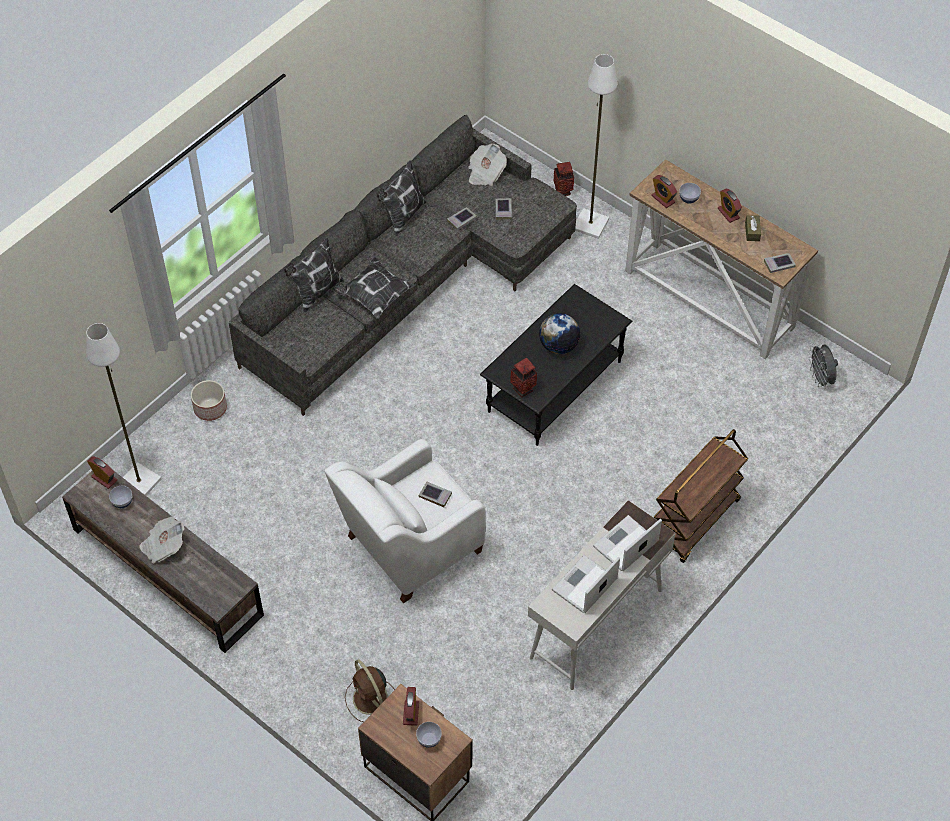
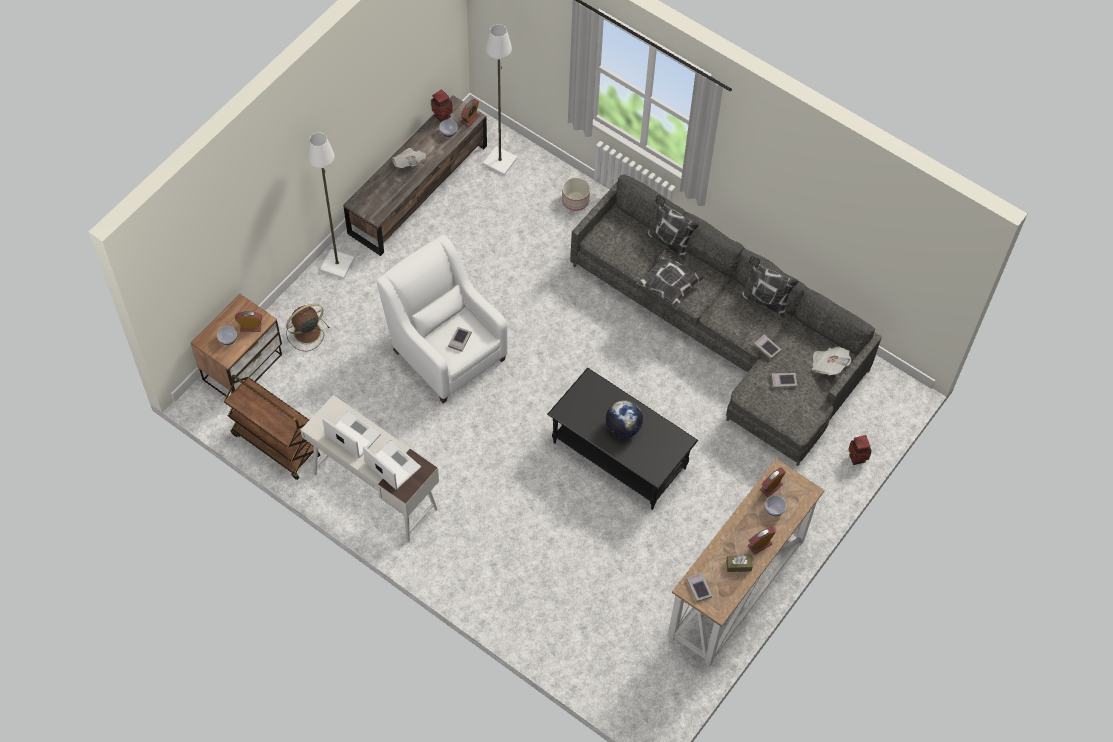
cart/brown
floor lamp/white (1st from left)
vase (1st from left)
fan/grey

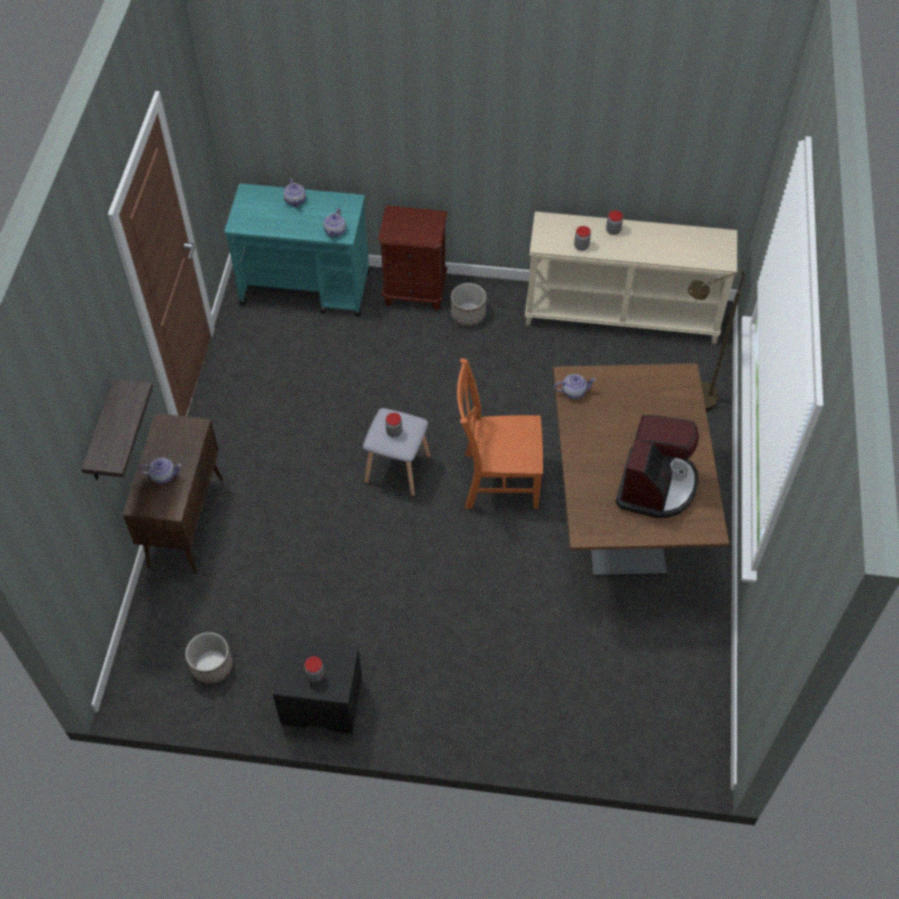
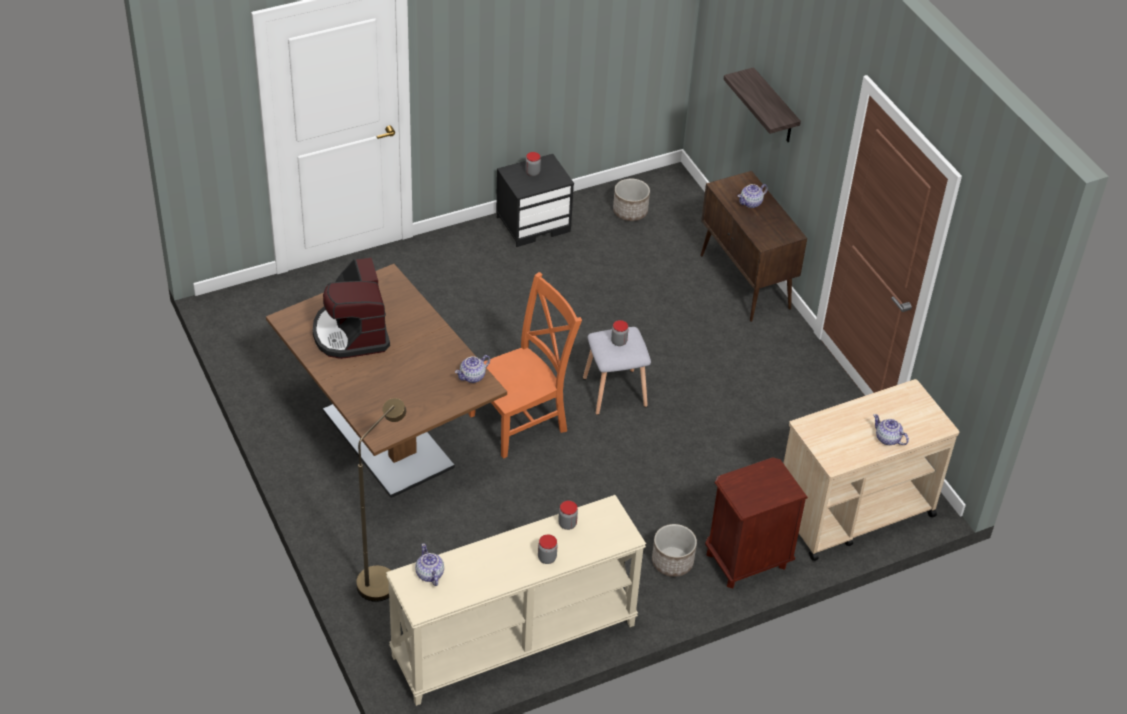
teapot (1st from left)
cart/beige

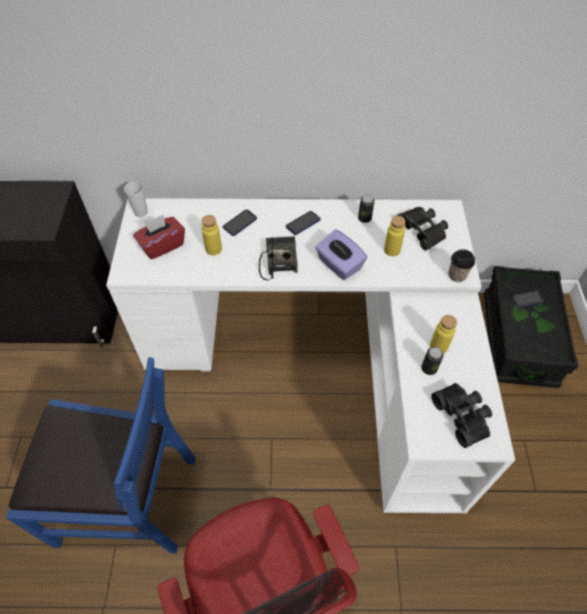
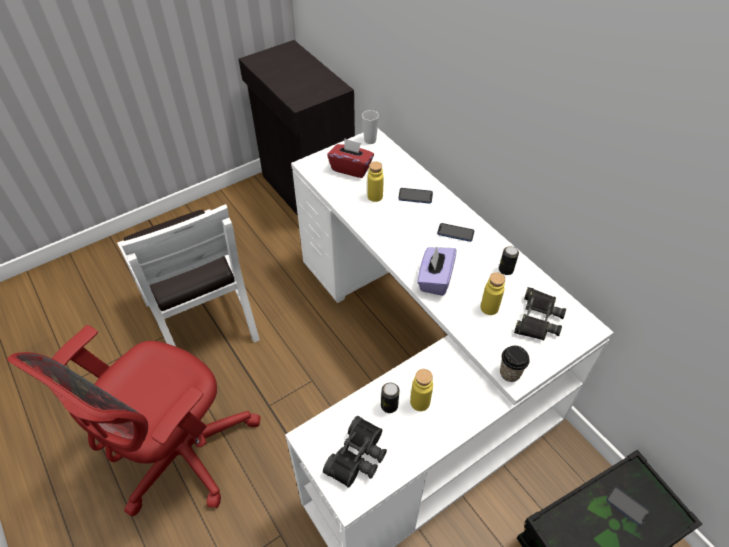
chair/white
radio

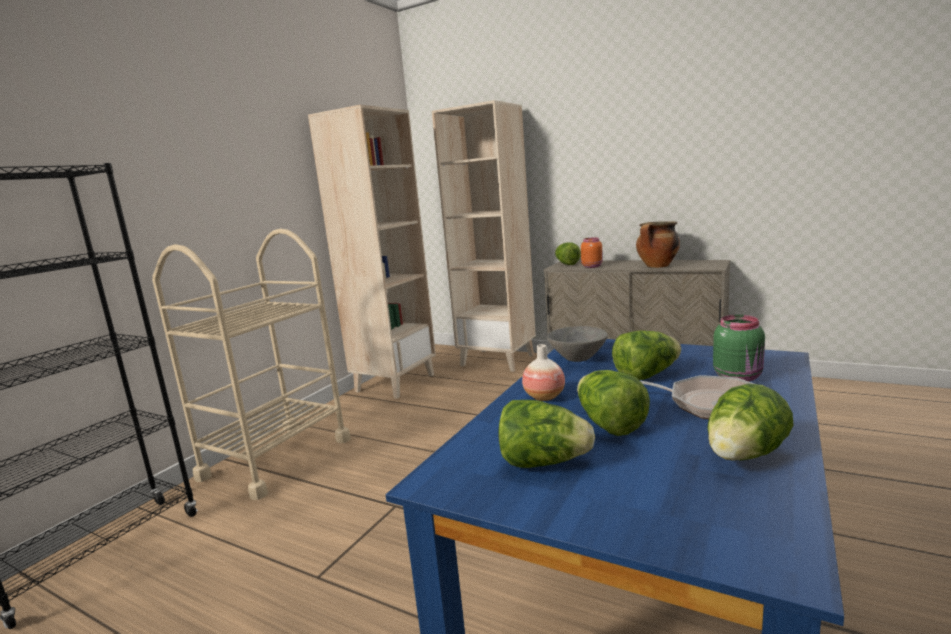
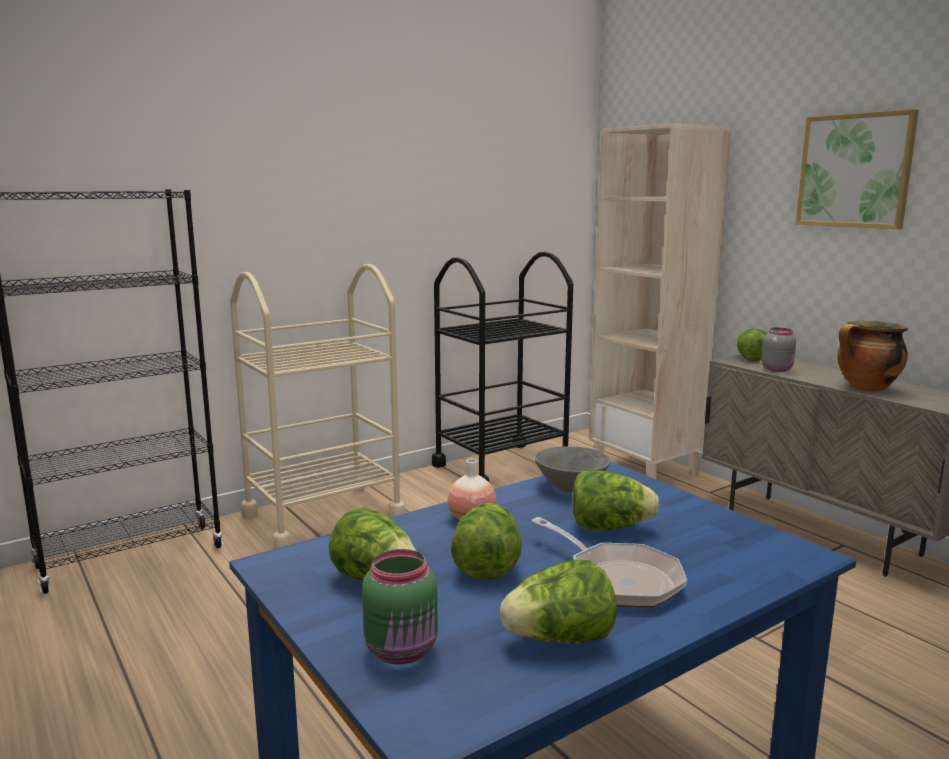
jar/green
cart/black
jar/grey
picture

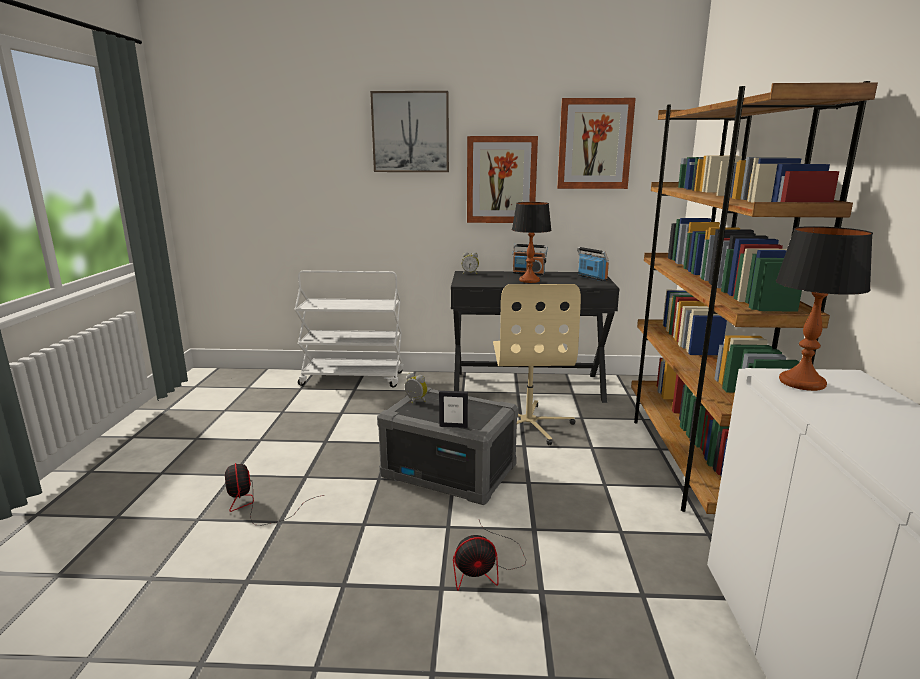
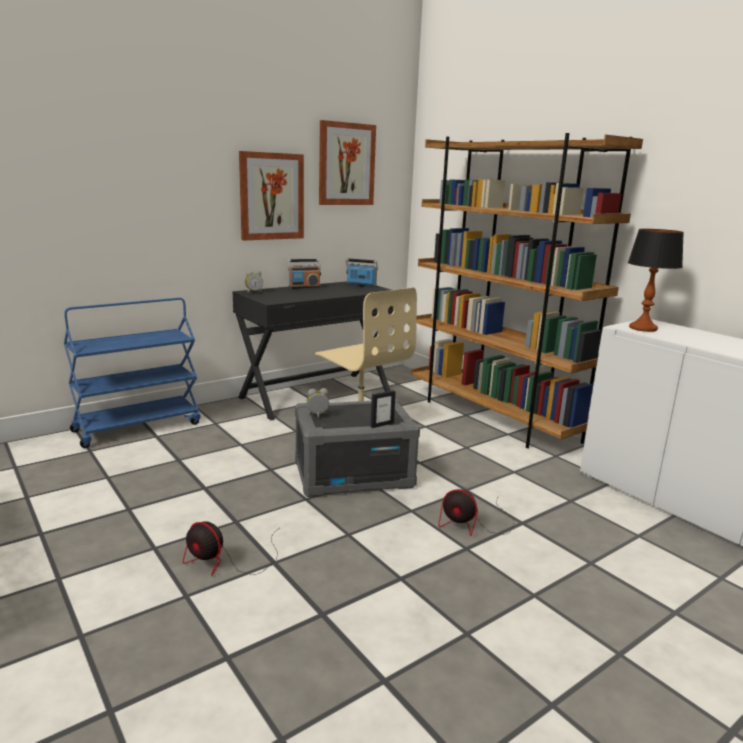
cart/blue
fan (2nd from left)
picture (1st from left in the first image)
table lamp (1st from left in the first image)

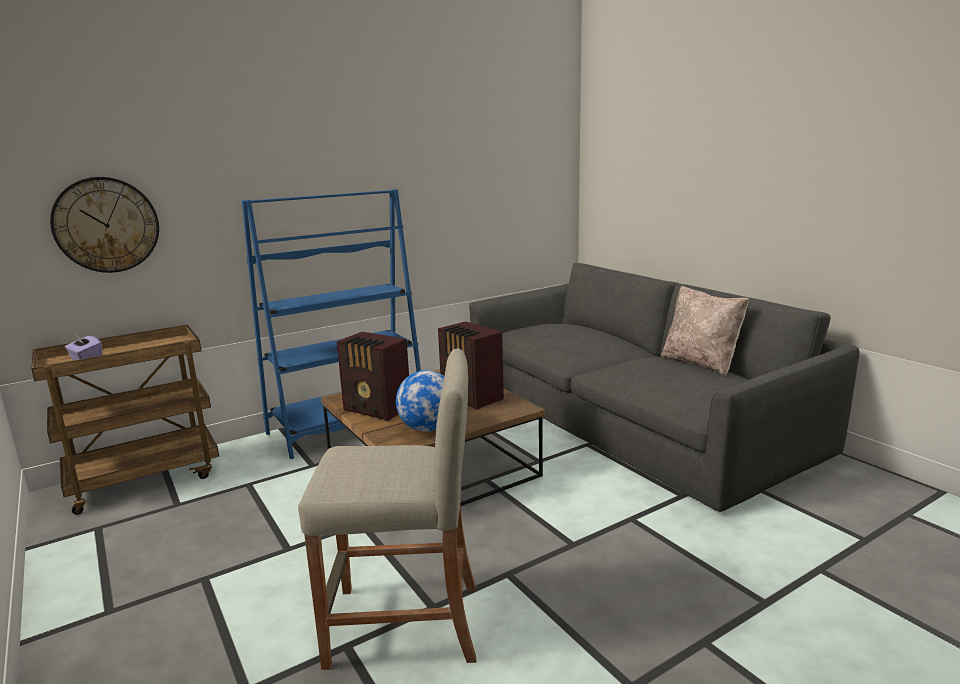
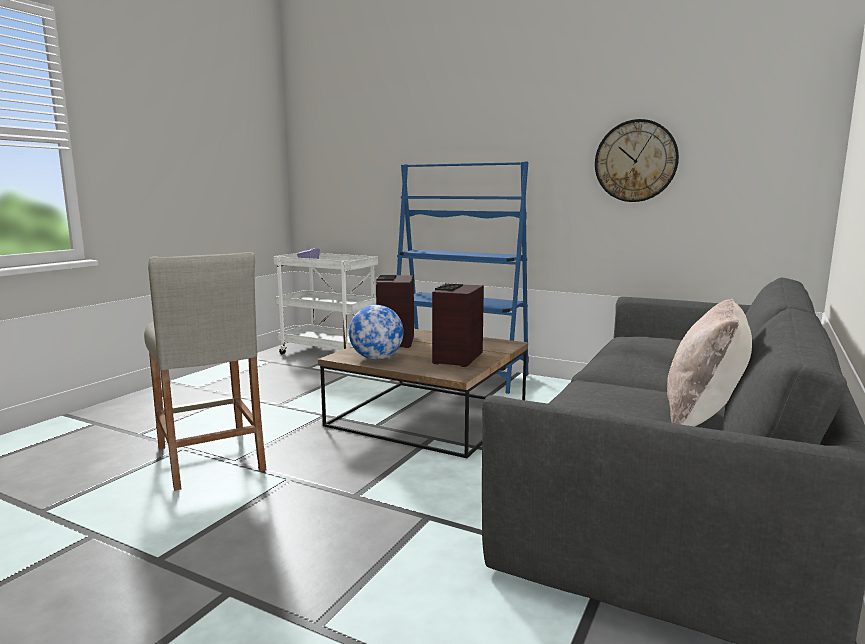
cart/white
wall clock

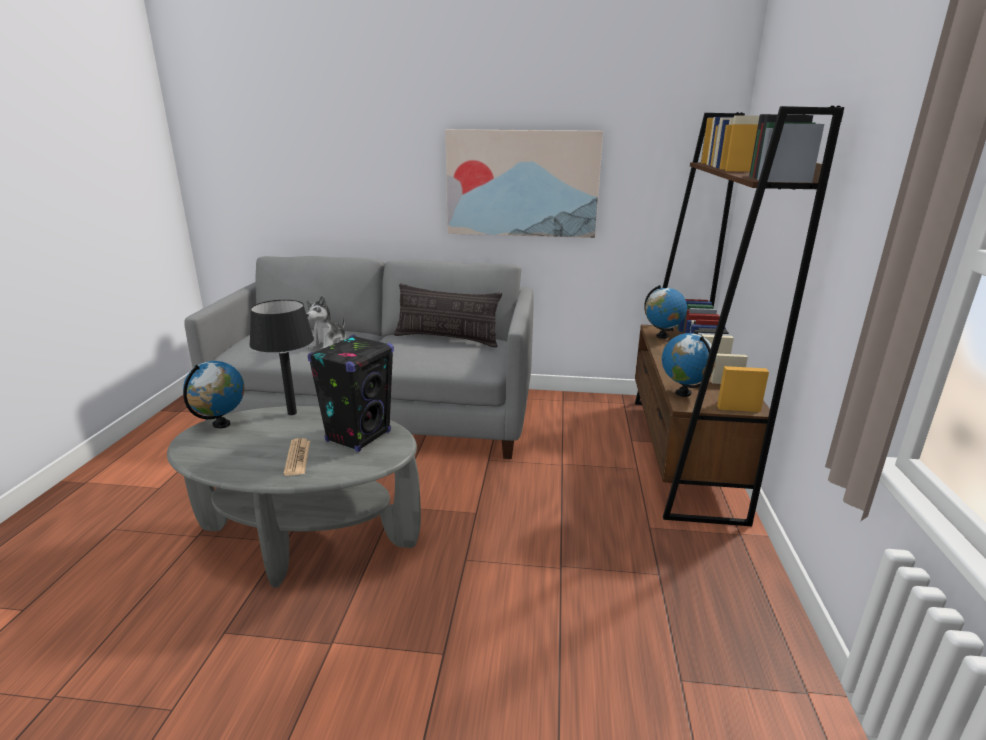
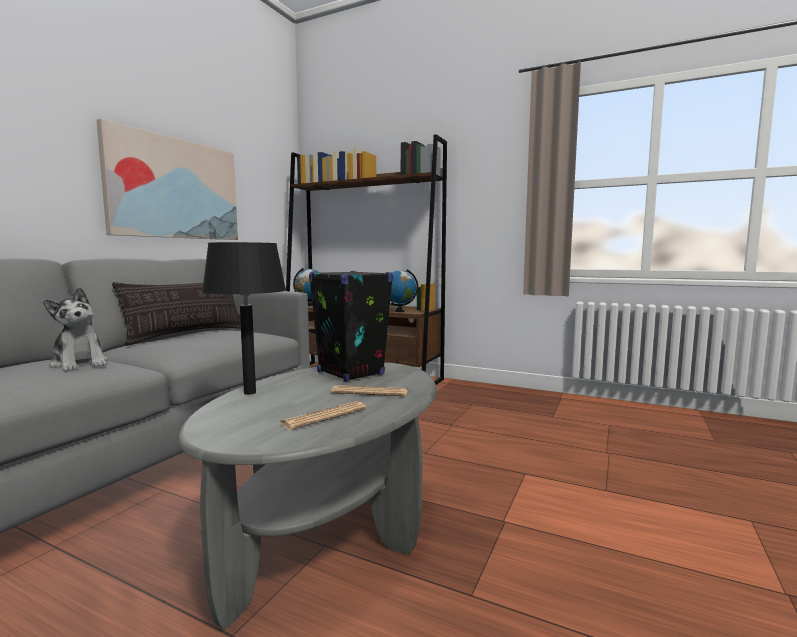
newspaper (1st from left)
globe (1st from left in the first image)

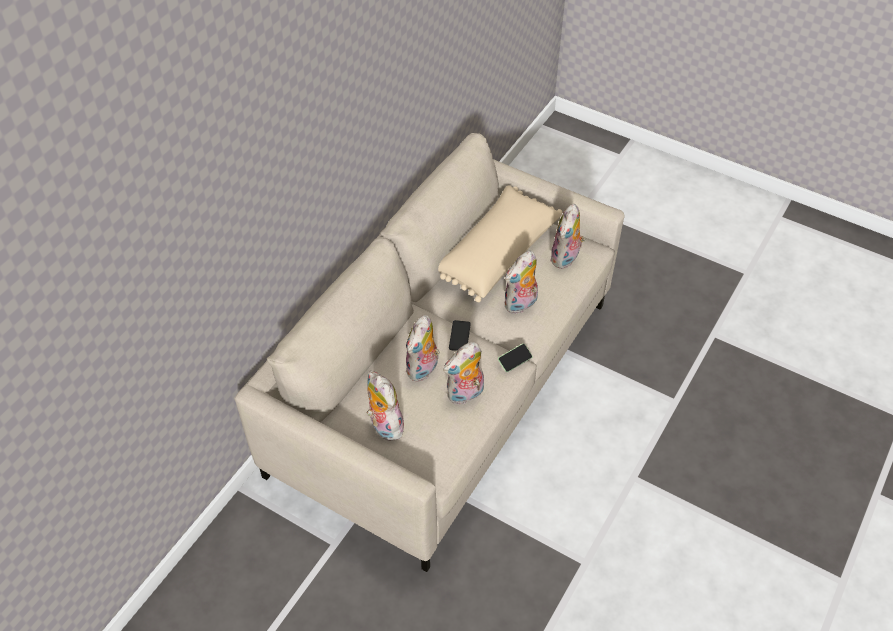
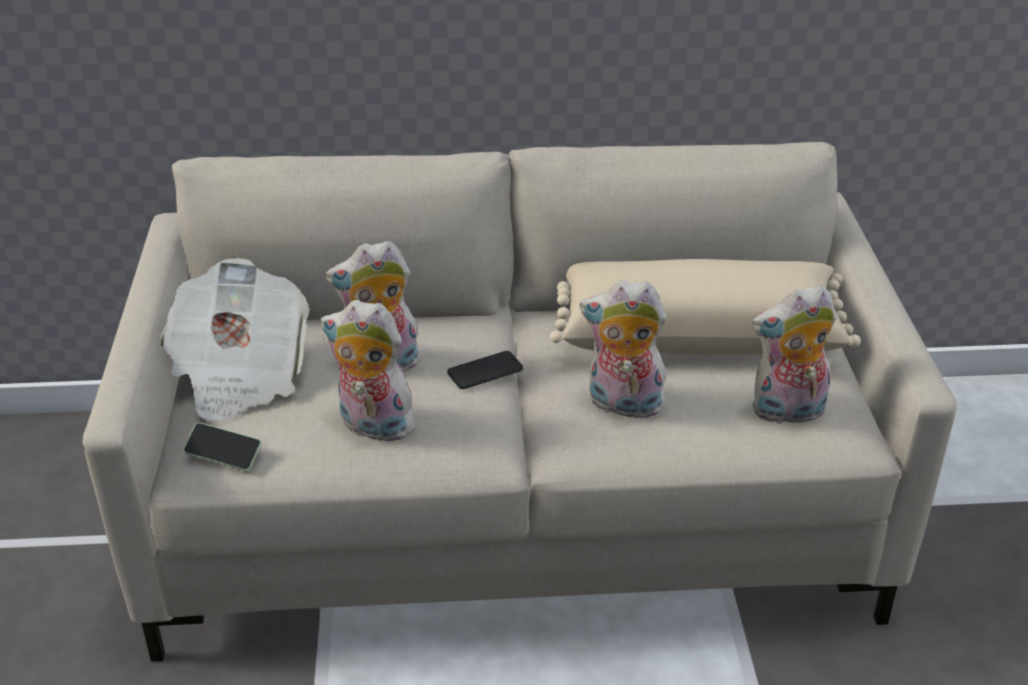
newspaper
phone (1st from left)

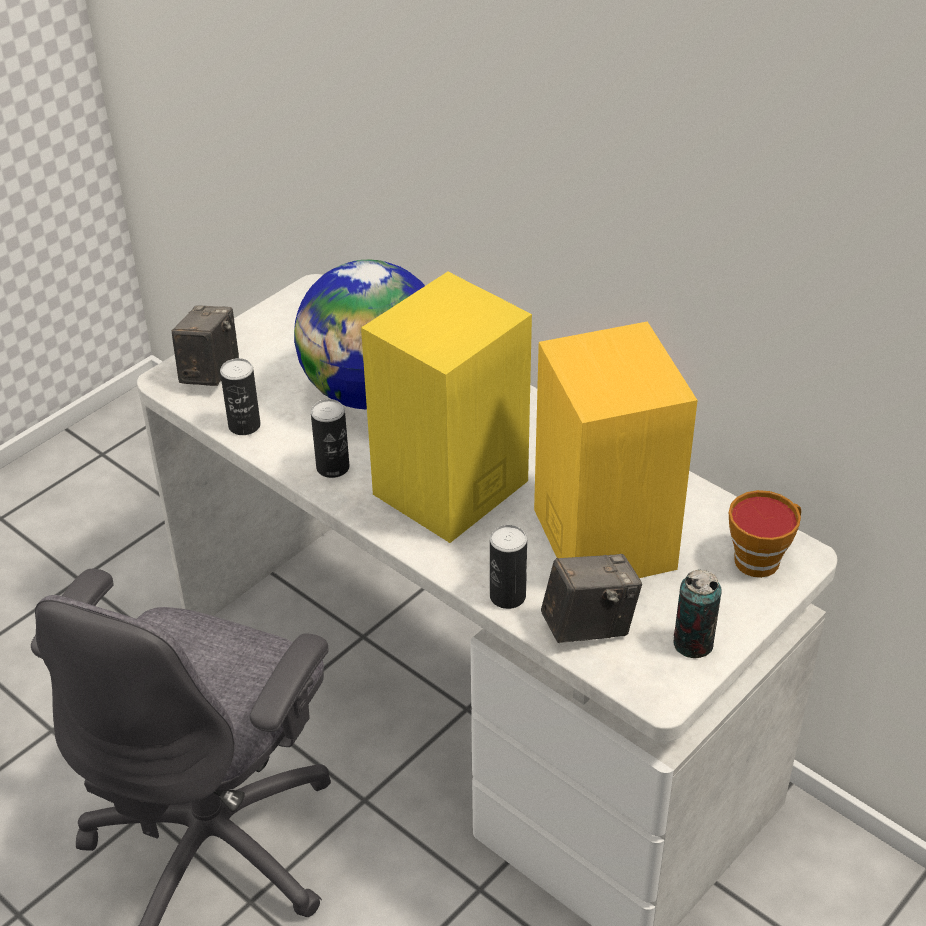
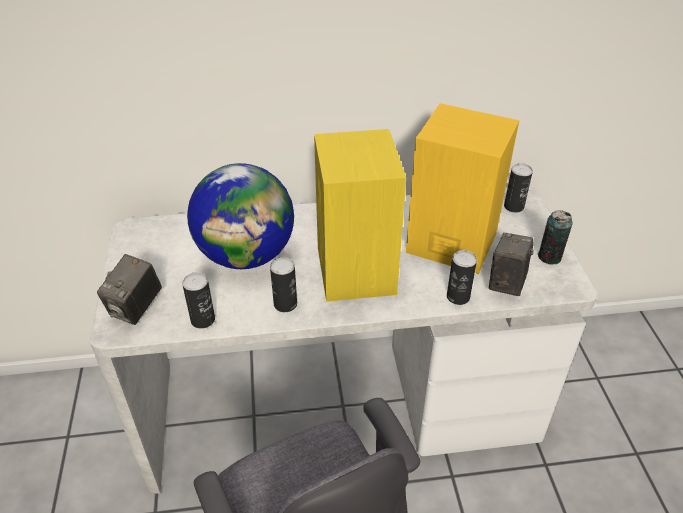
photo camera (1st from left)
can (4th from left)

